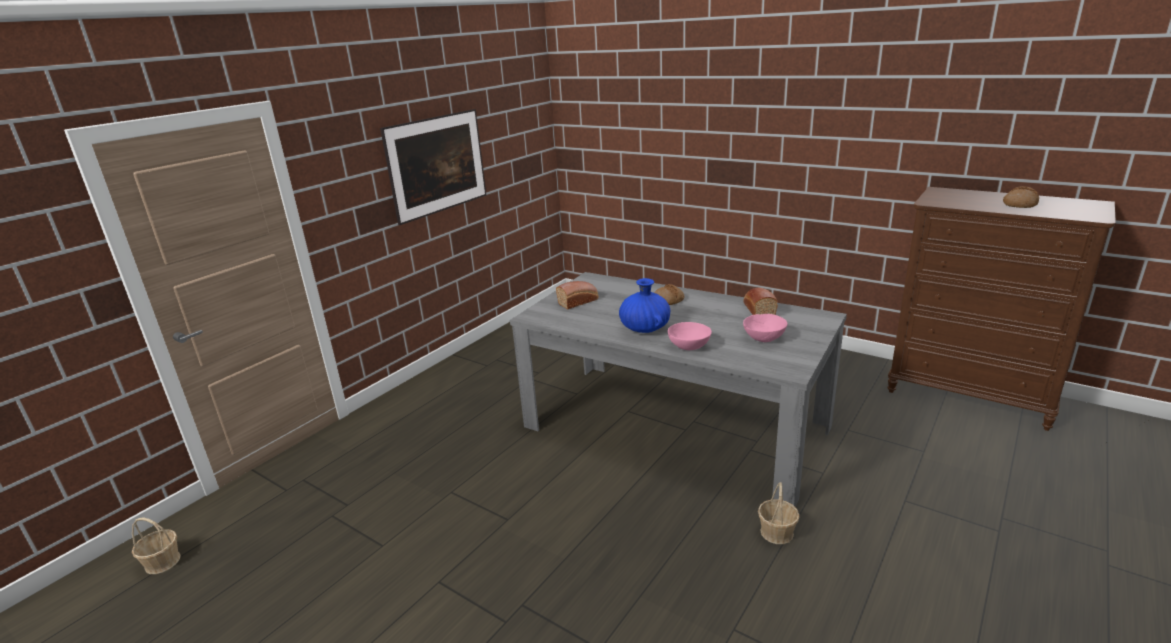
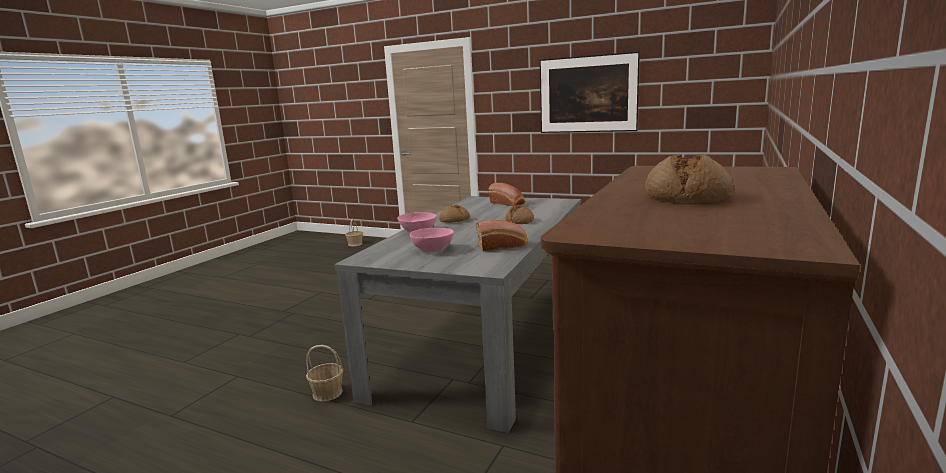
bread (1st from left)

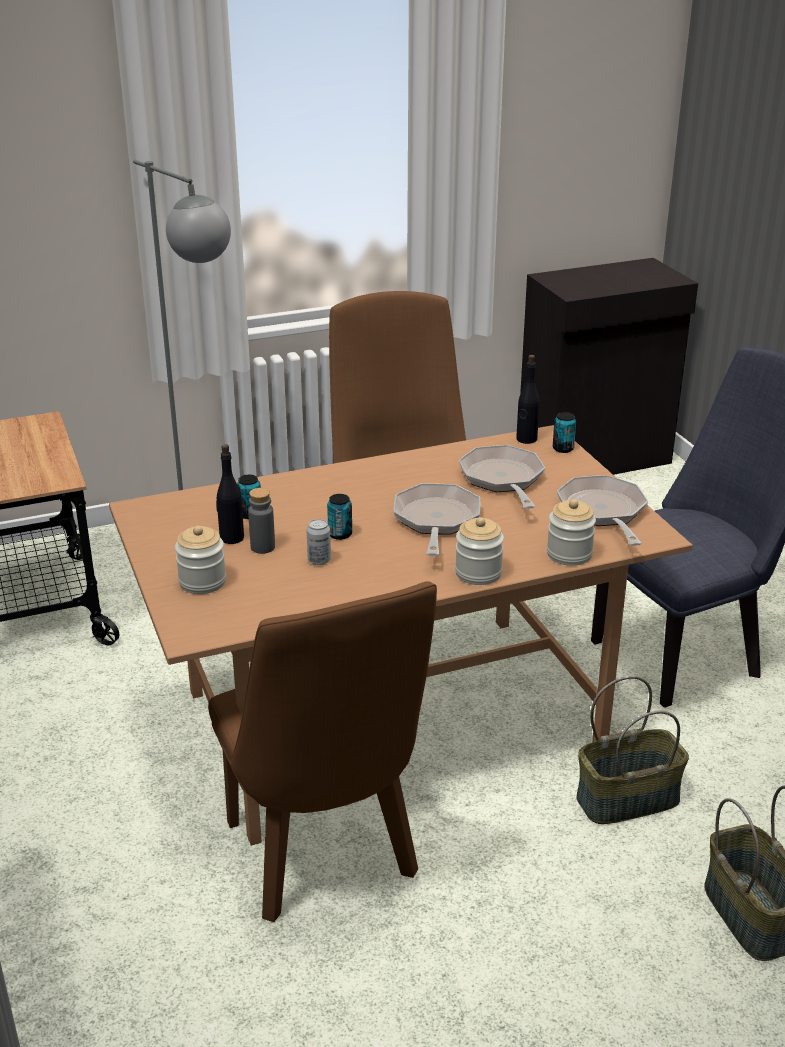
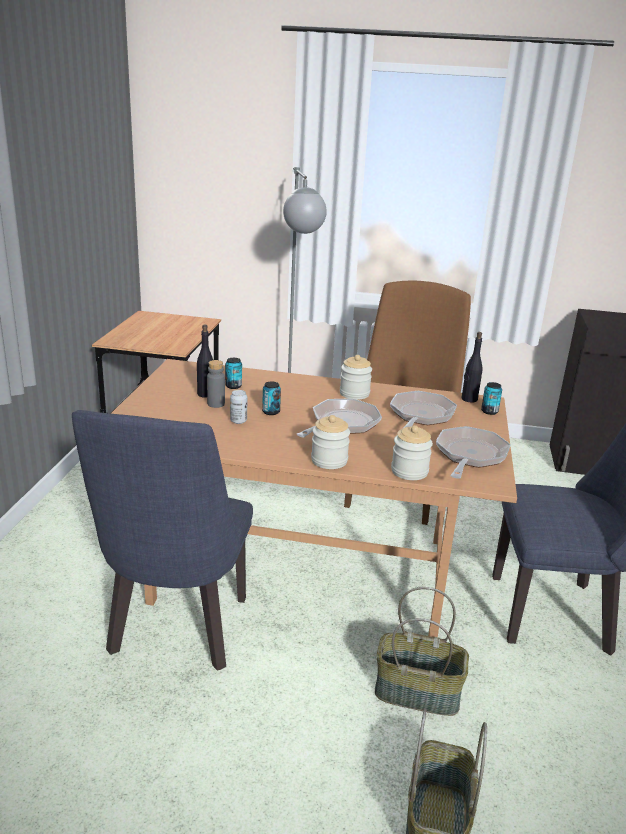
chair/blue (1st from left)
jar (2nd from left)

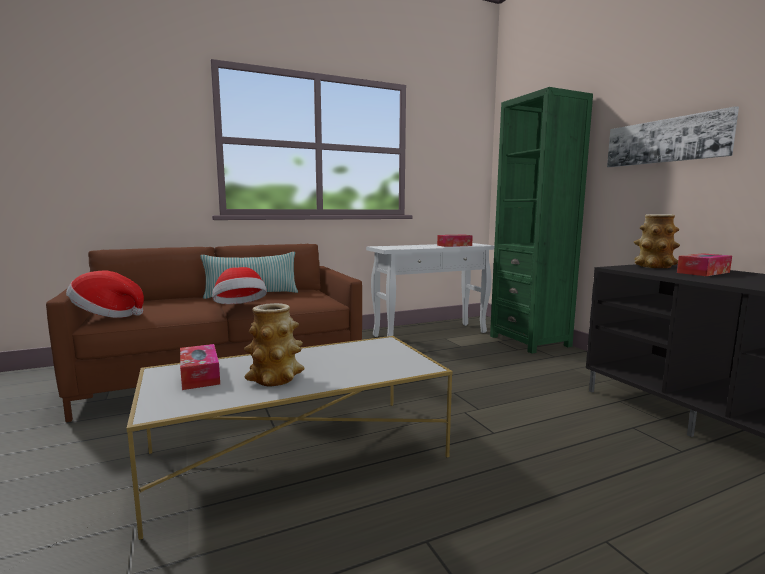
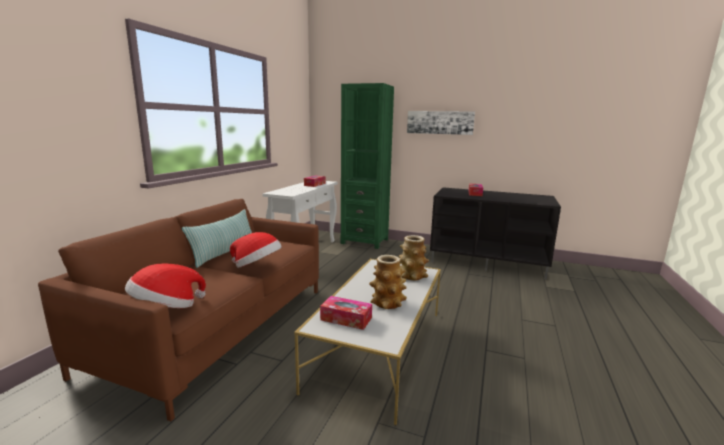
vase (2nd from left)

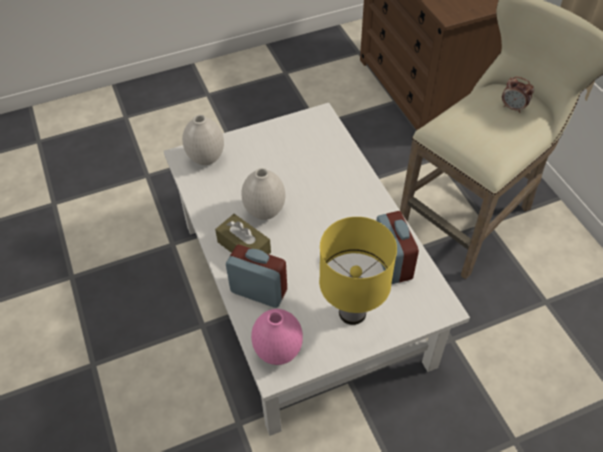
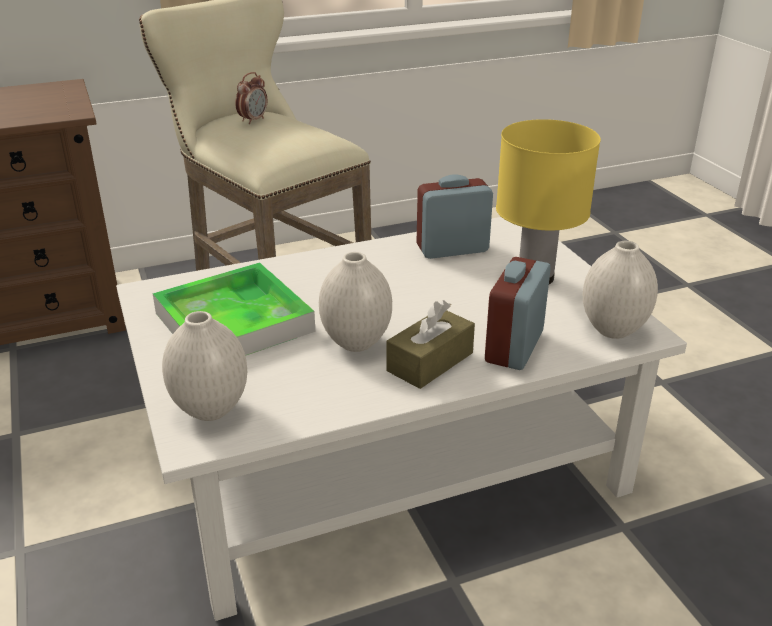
tray
vase/white (3rd from left)

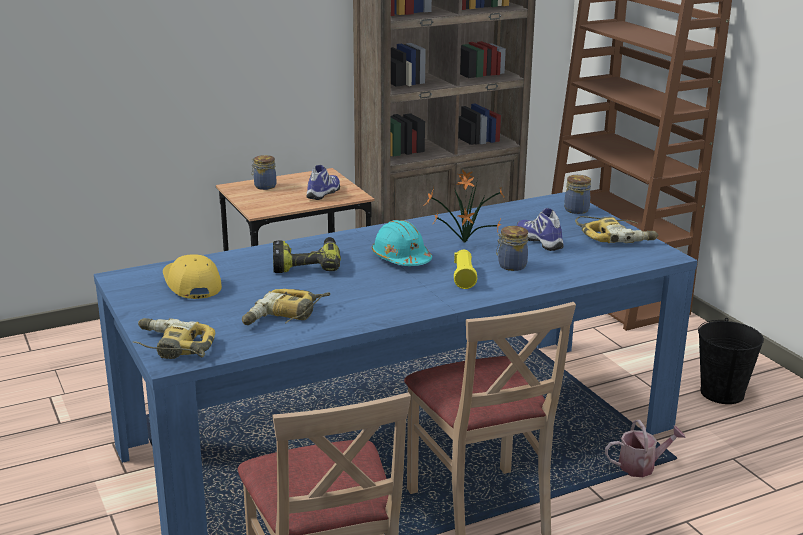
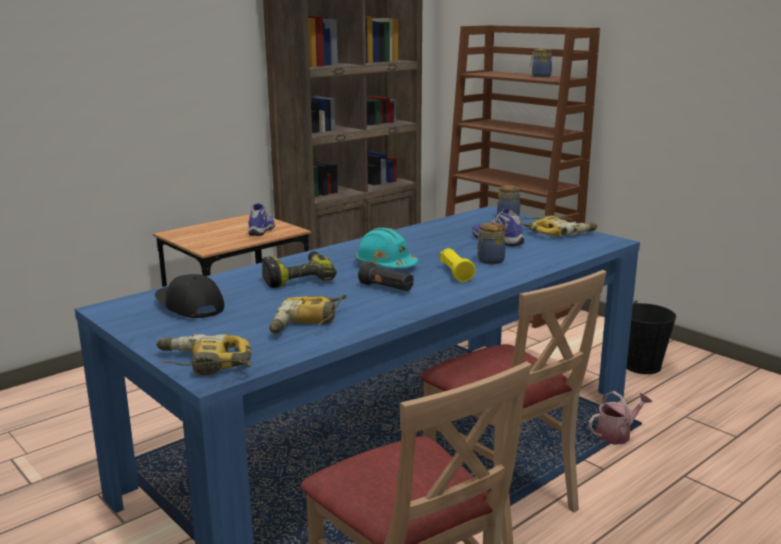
cap/black
flashlight/black
jar (3rd from left)
potted plant

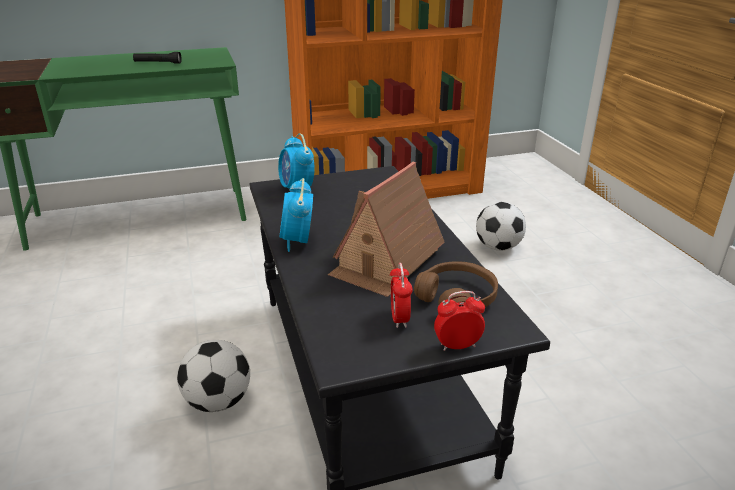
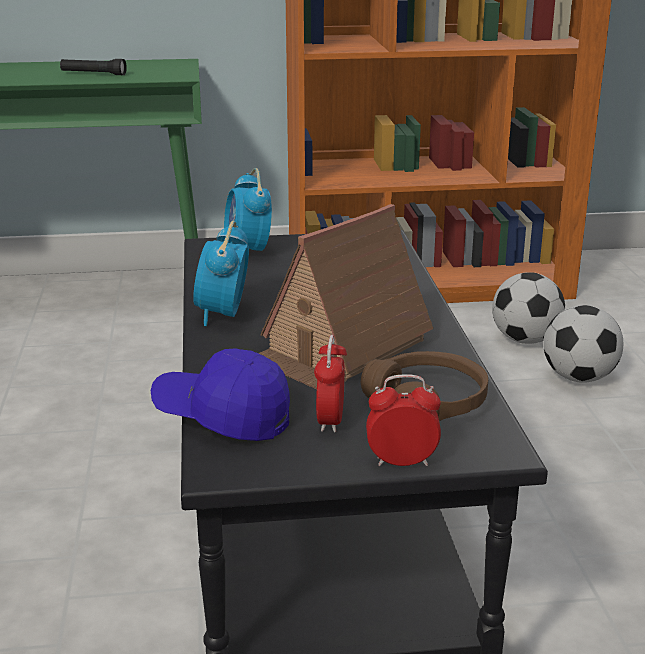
cap/blue
football (1st from left)

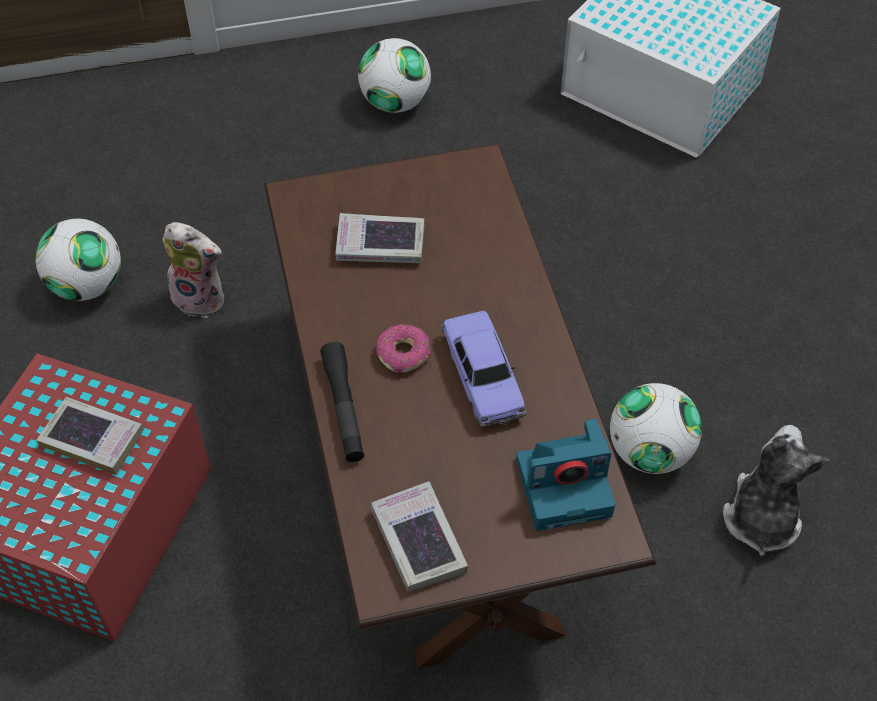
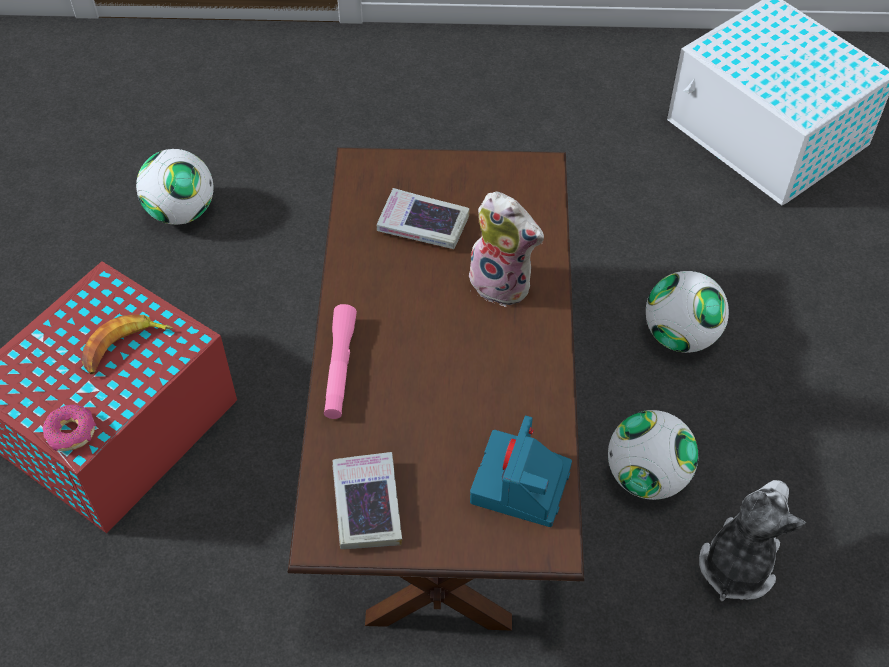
donut
banana
flashlight/pink
plush toy (1st from left)
photo camera
football (3rd from left)
toy car

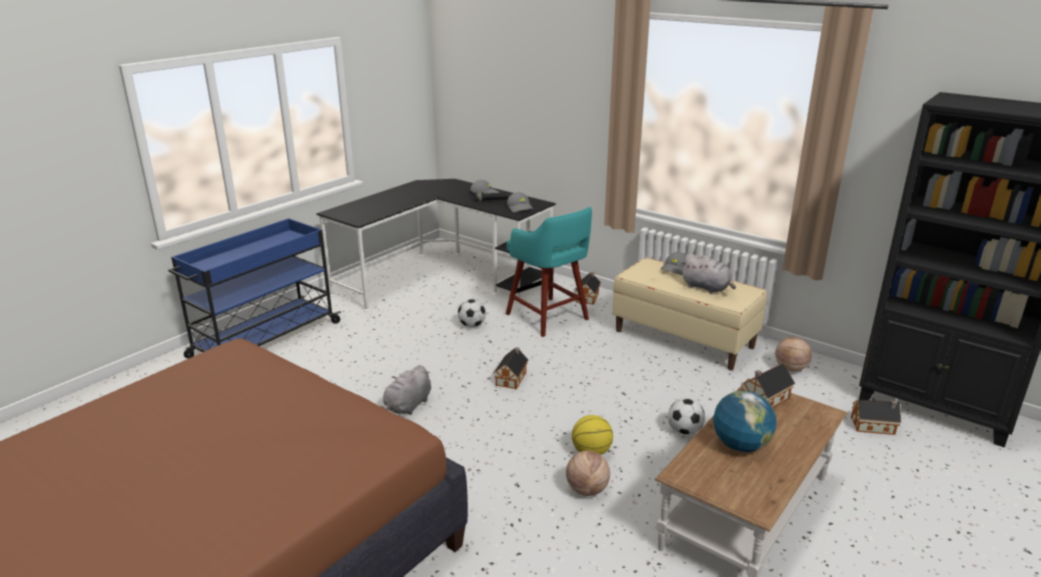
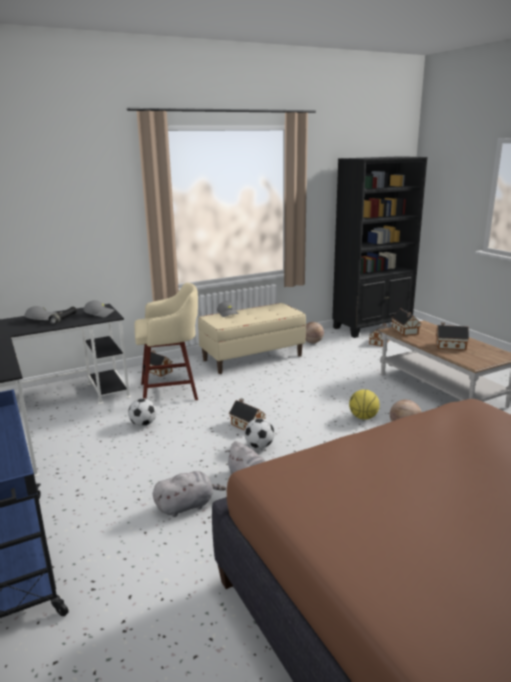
stool/beige
plush toy/grey (1st from left)
football (2nd from left)
toy house (5th from left)

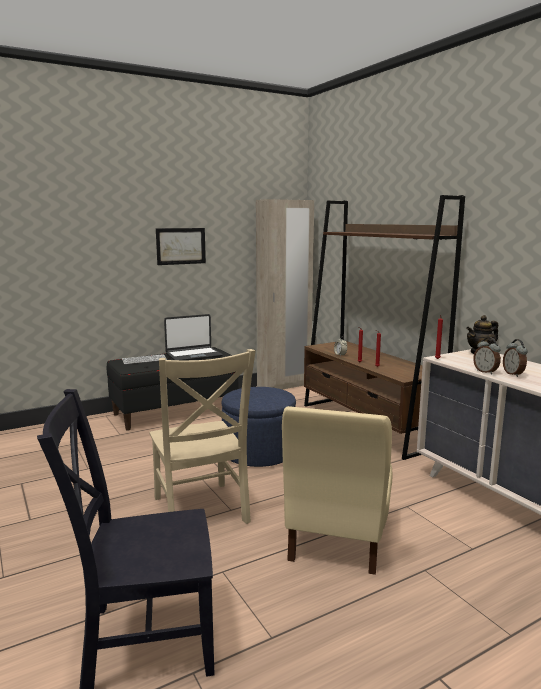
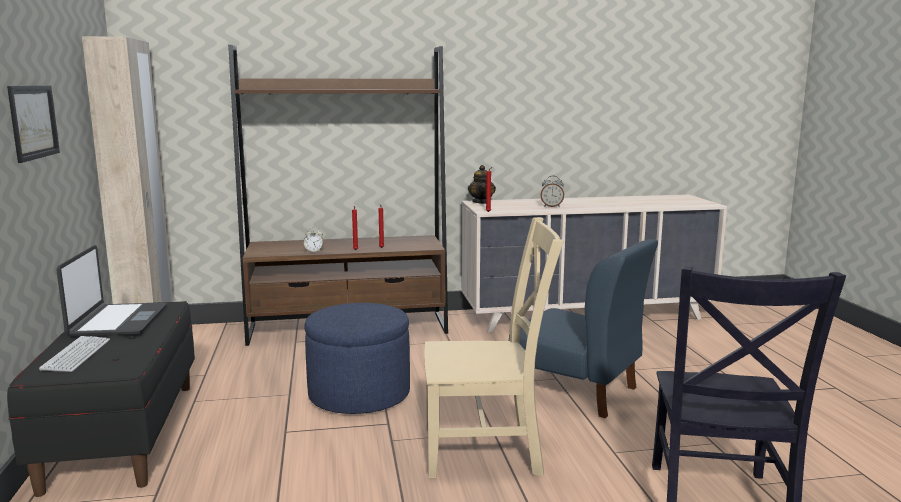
chair/blue
alarm clock (2nd from left in the first image)

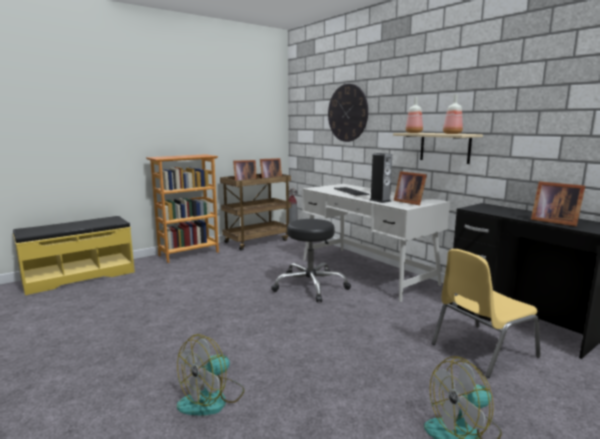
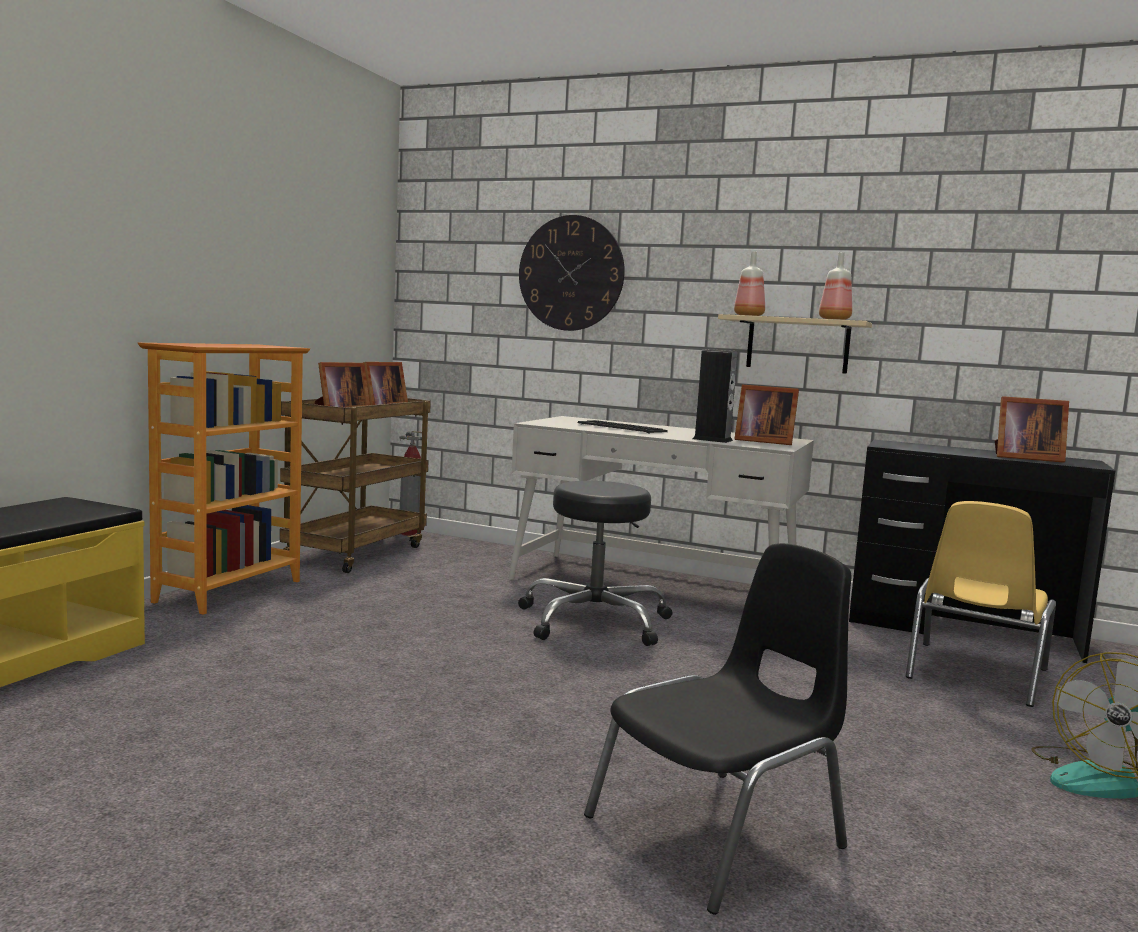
chair/black

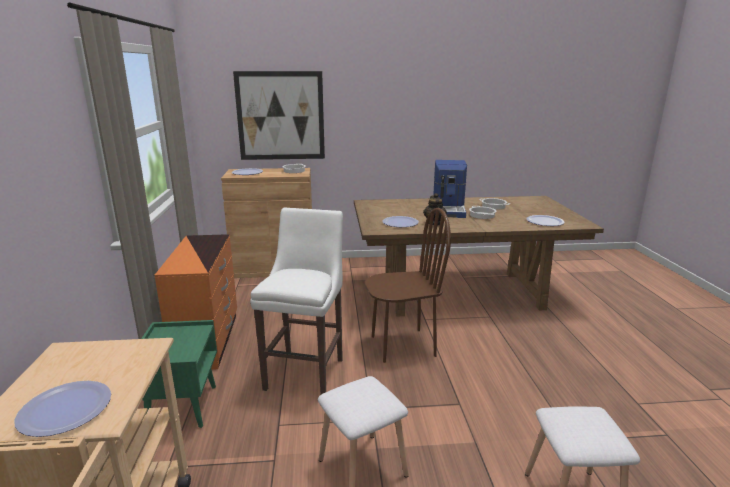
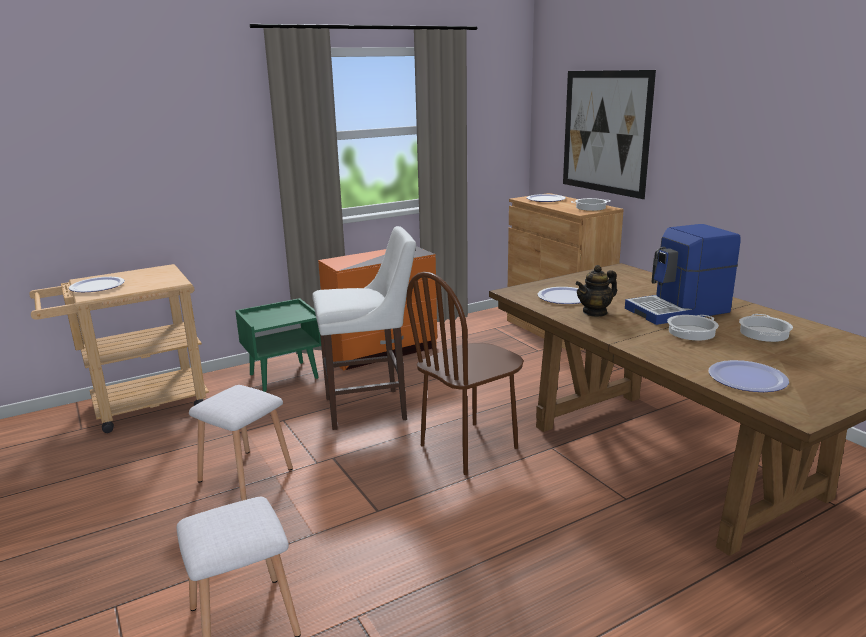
chair/brown

